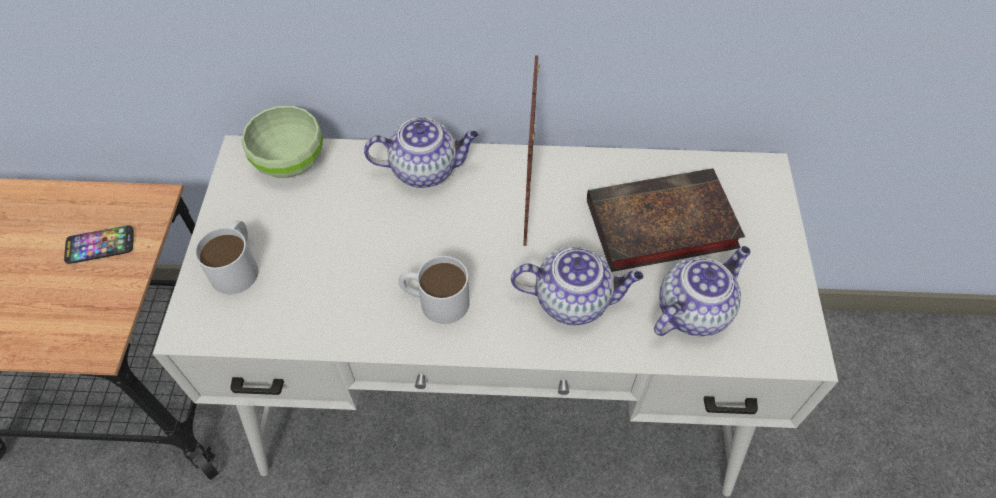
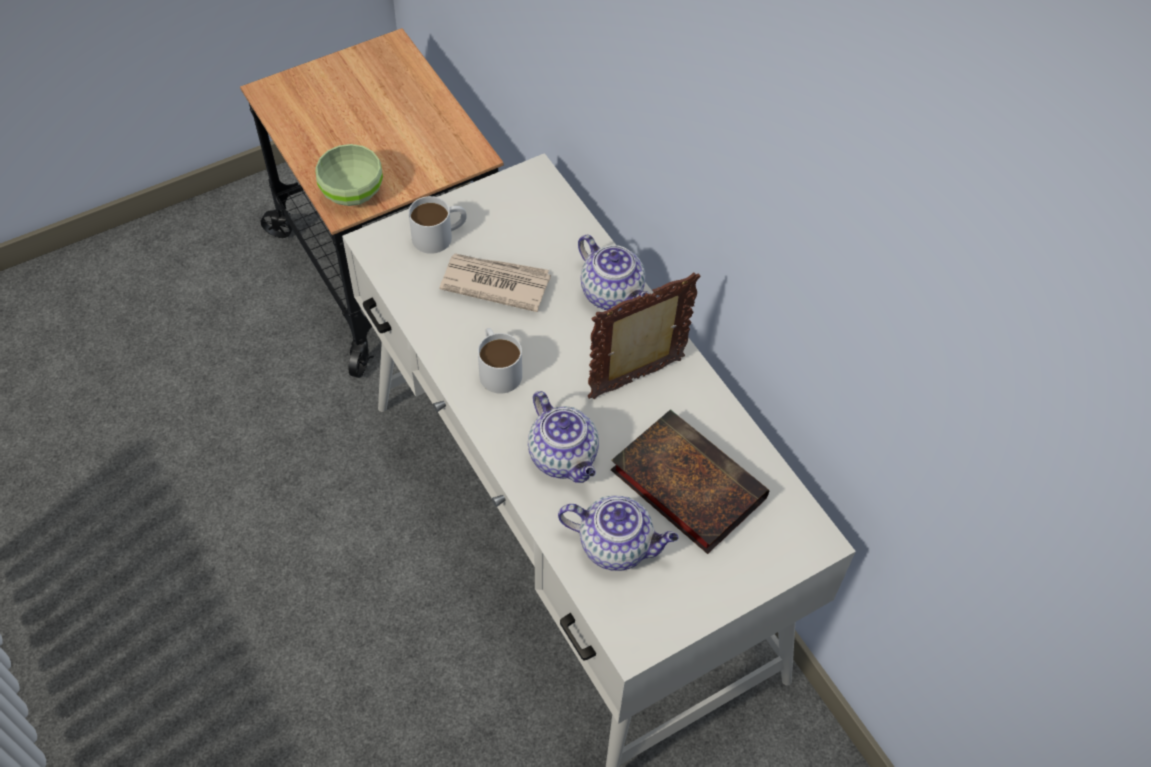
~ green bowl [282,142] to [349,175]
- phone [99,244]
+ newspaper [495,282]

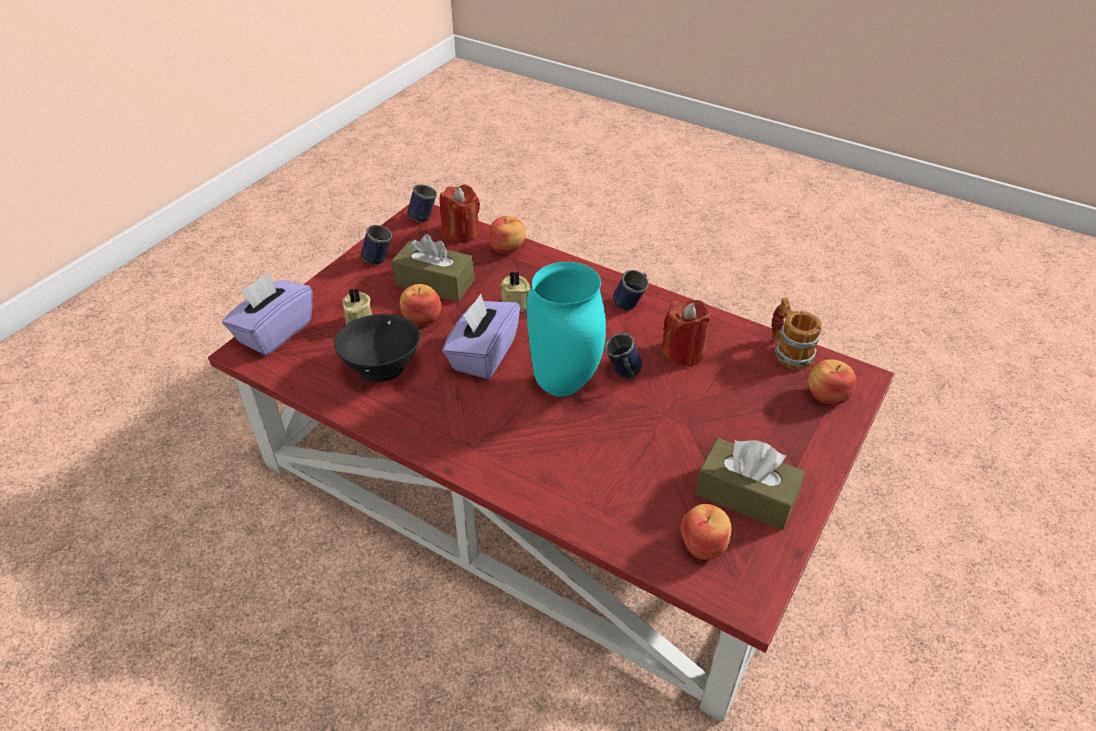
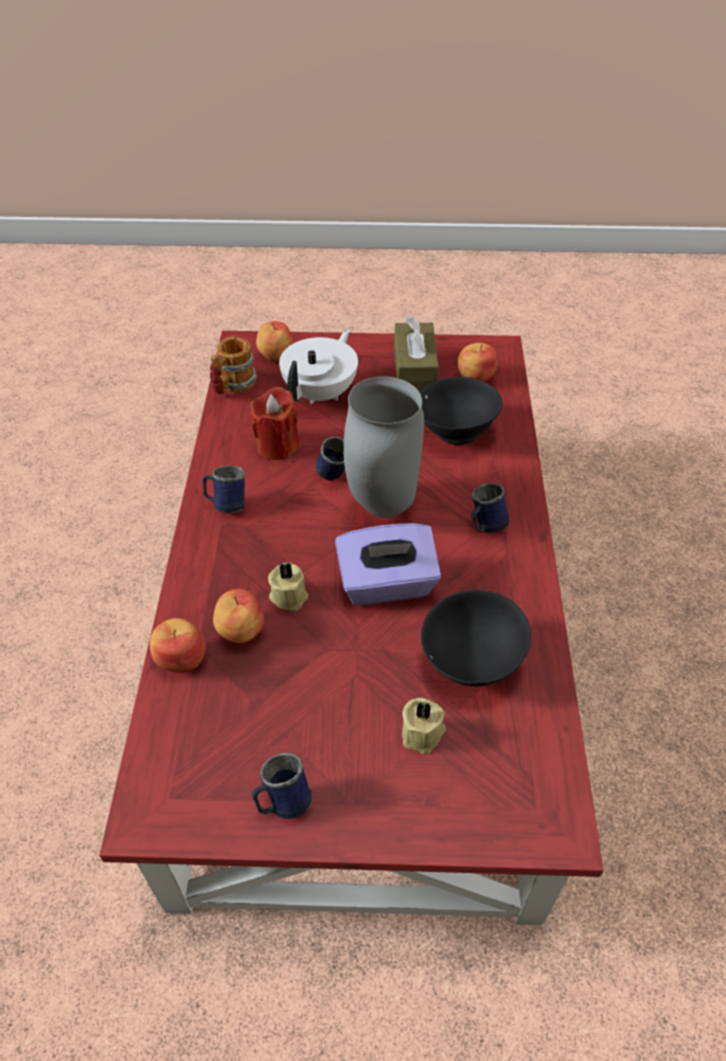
~ blue mug [422,203] to [490,508]
- red candle [460,213]
- brown tissue box [432,268]
~ turquoise vase [566,329] to grey vase [384,446]
- purple tissue box [267,314]
~ apple [420,304] to [238,616]
+ white teapot [318,366]
+ black bowl [461,411]

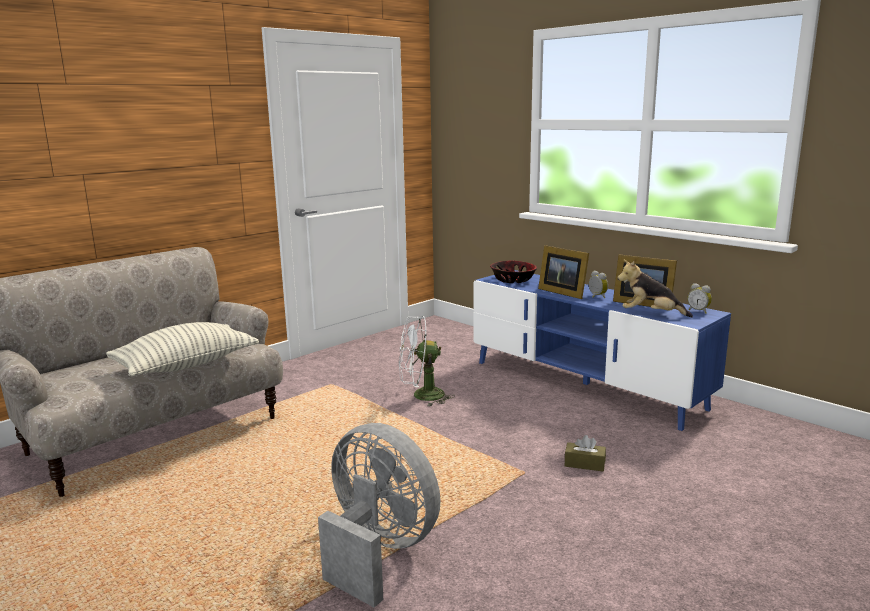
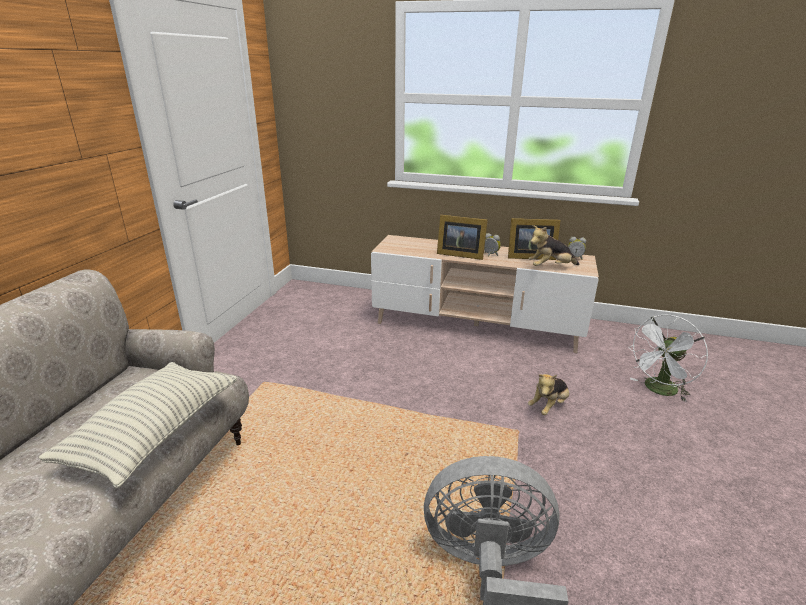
- bowl [513,272]
~ blue tv stand [602,350] to beige tv stand [485,294]
~ white fan [427,361] to [668,358]
~ brown tissue box [585,453] to plush toy [548,394]

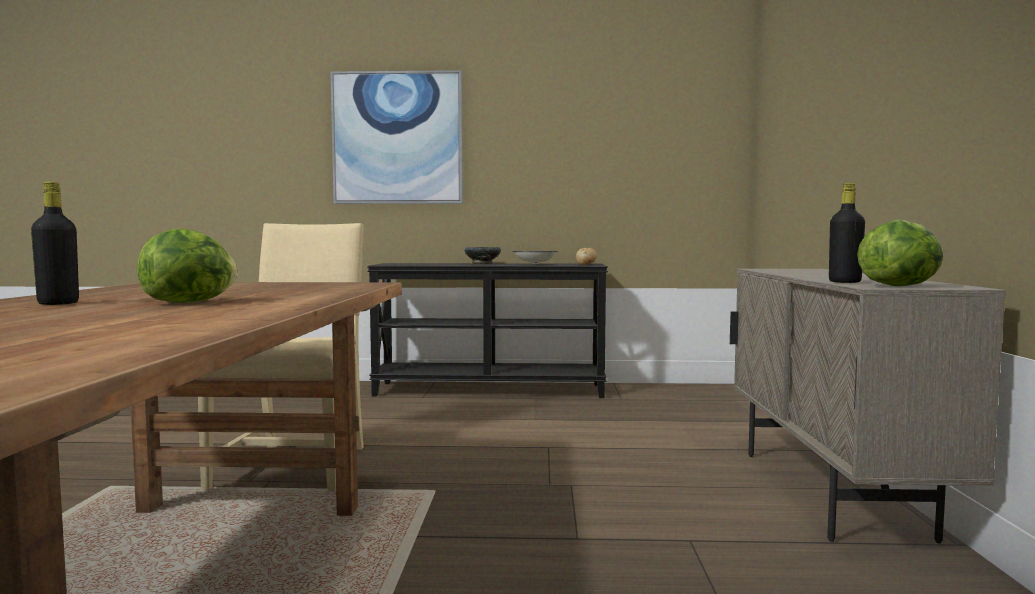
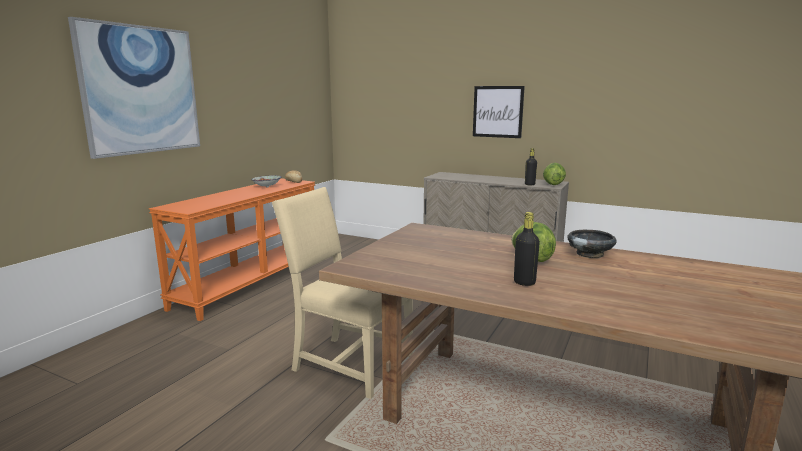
~ black bowl [482,255] to [592,244]
~ black console table [487,330] to orange console table [232,249]
+ picture [499,112]

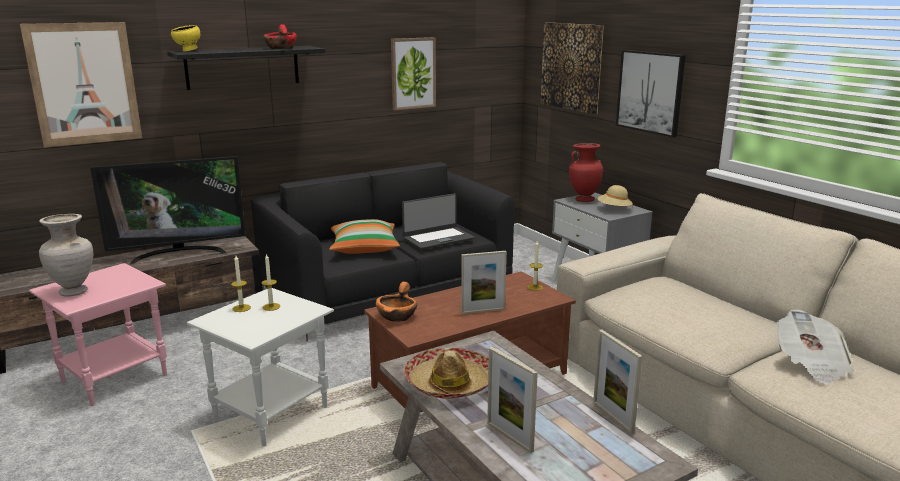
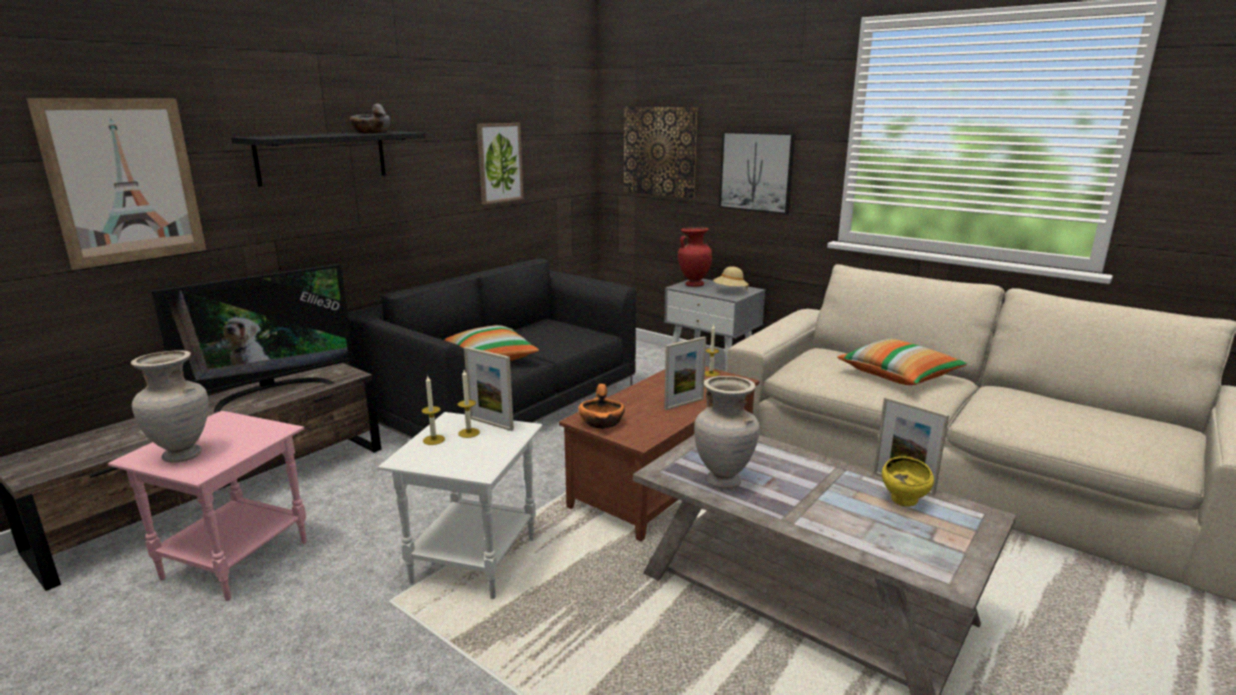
~ red bowl [280,36] to grey bowl [370,118]
~ yellow bowl [185,38] to [908,481]
- laptop [438,221]
- newspaper [815,346]
~ picture frame [512,400] to [489,389]
~ hat [446,373] to beige vase [727,432]
+ pillow [902,362]

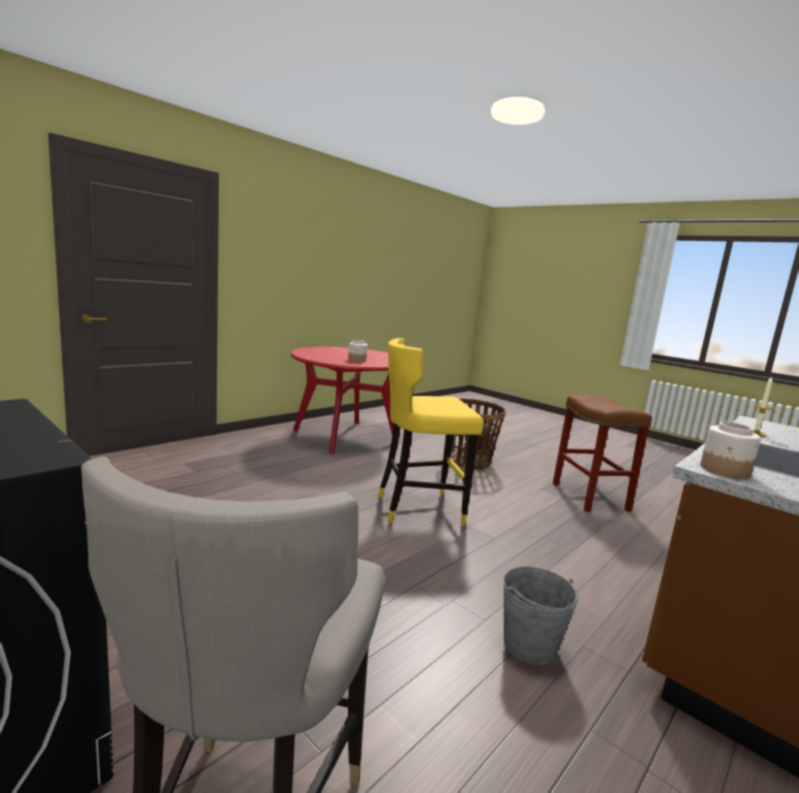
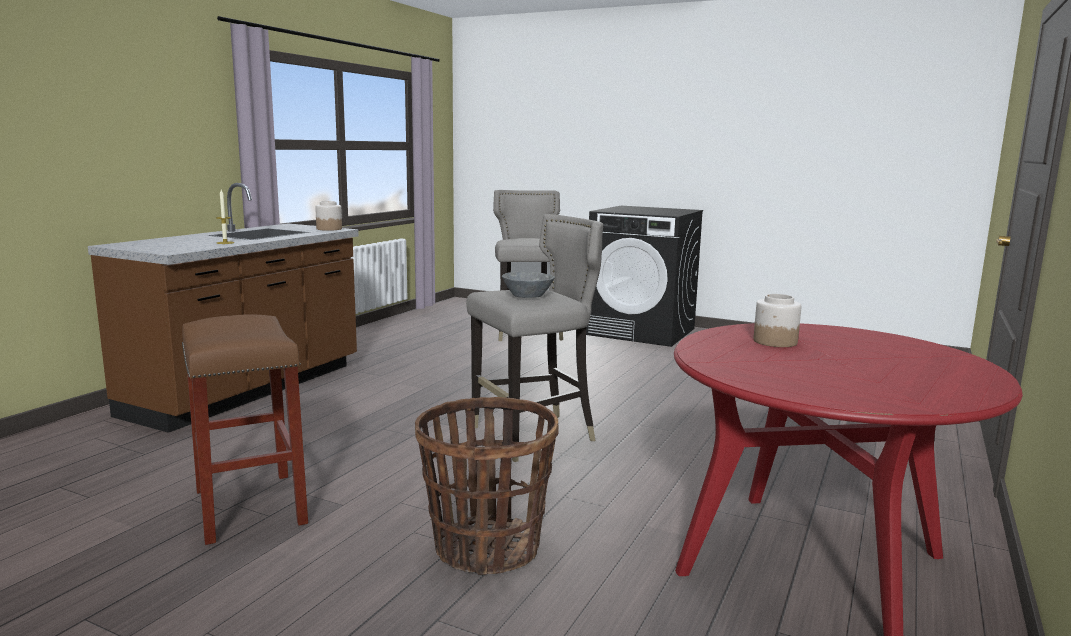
~ yellow stool [431,432] to grey stool [534,338]
- grey bucket [541,615]
+ grey bowl [528,285]

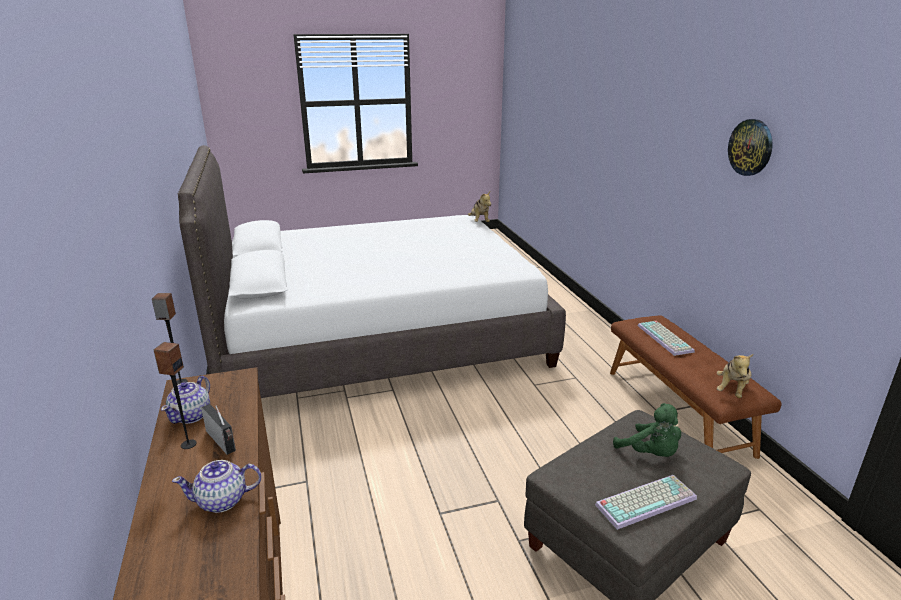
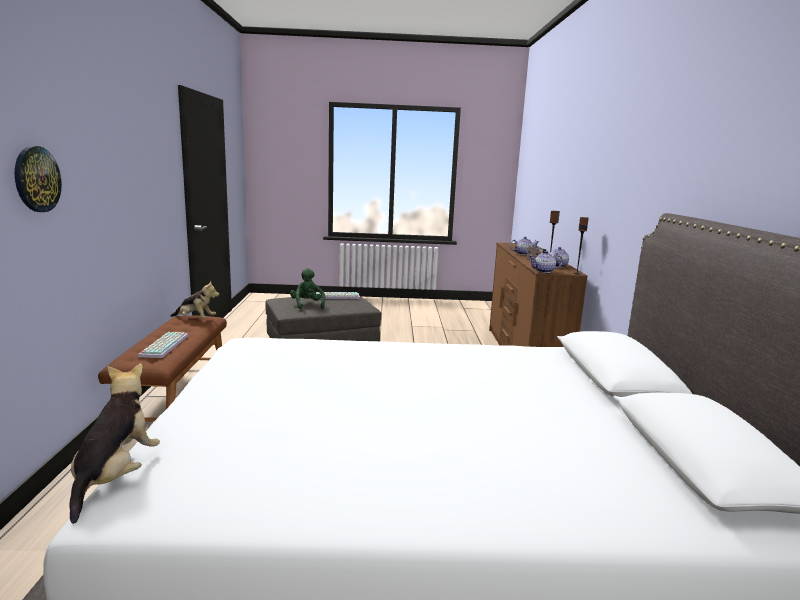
~ wall clock [750,147] to [38,179]
~ plush toy [735,376] = [194,299] 60 degrees clockwise
+ teapot [546,262]

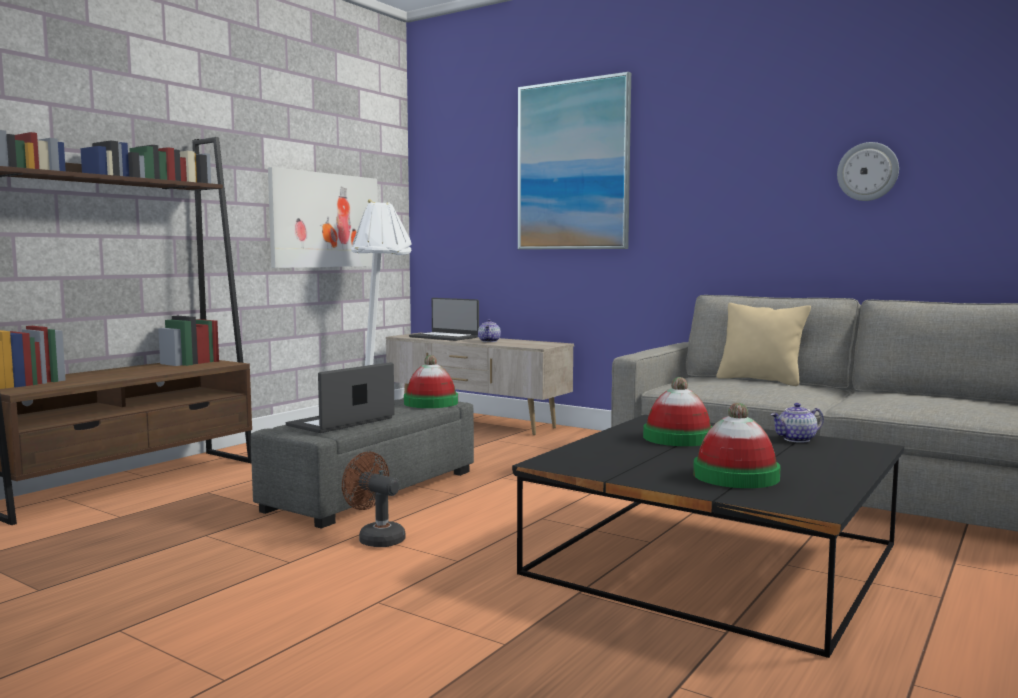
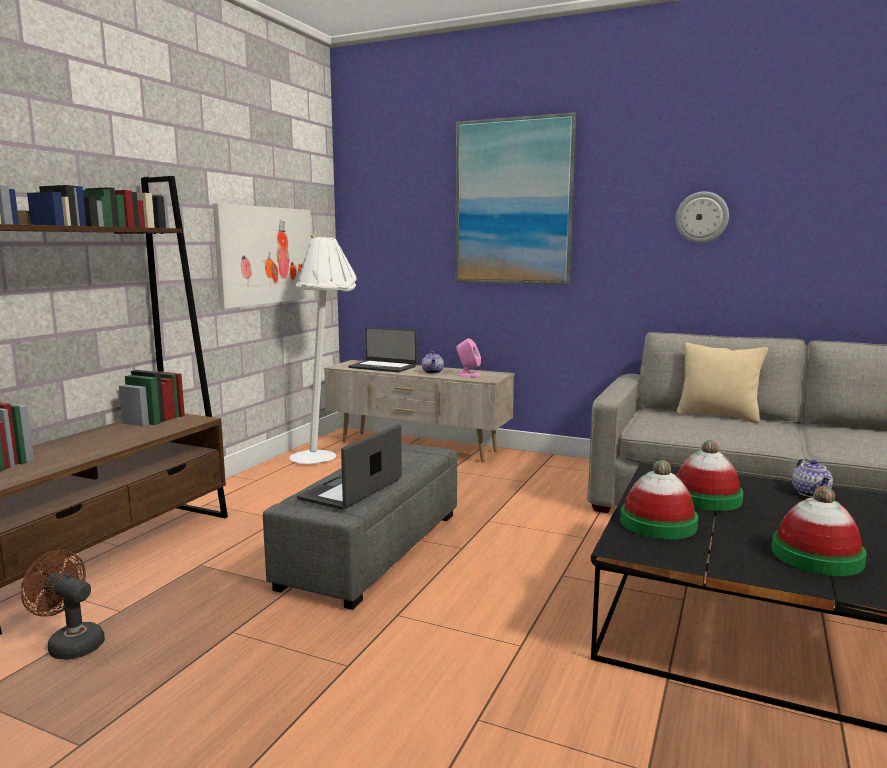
~ wall clock [868,171] to [702,217]
~ hat [431,381] to [659,499]
~ teapot [797,423] = [812,478] 60 degrees counterclockwise
~ brown fan [374,499] to [63,605]
+ pink speaker [468,357]

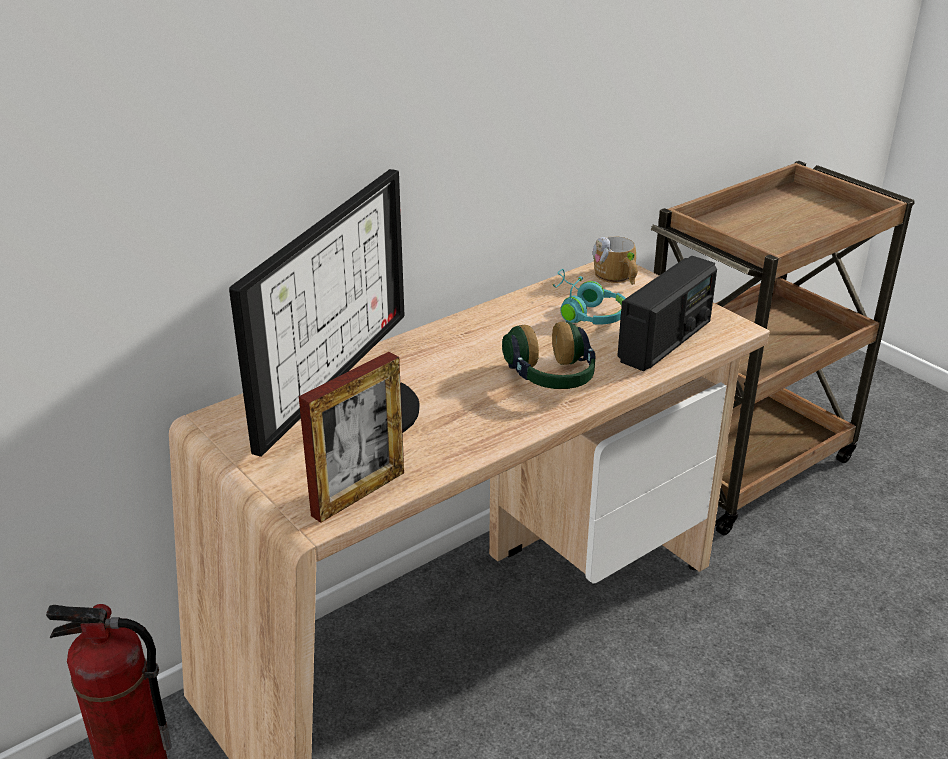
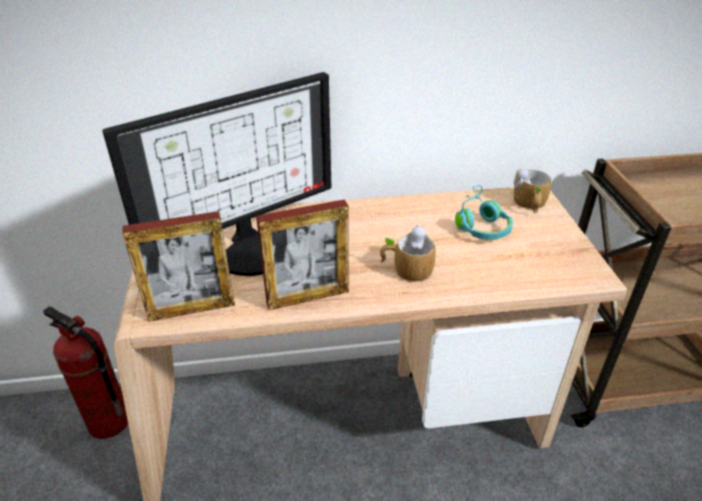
- radio [667,313]
~ headphones [548,355] to mug [408,253]
+ picture frame [302,254]

